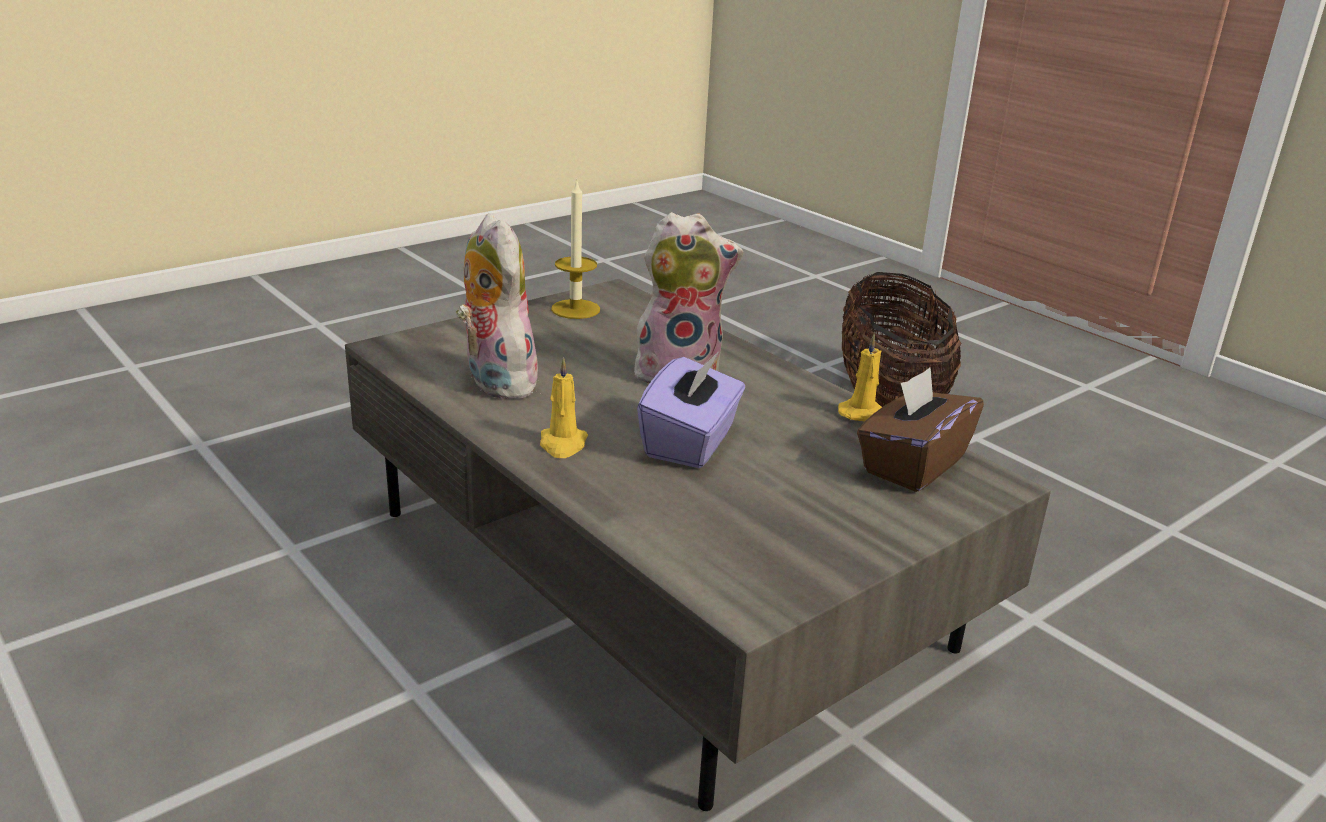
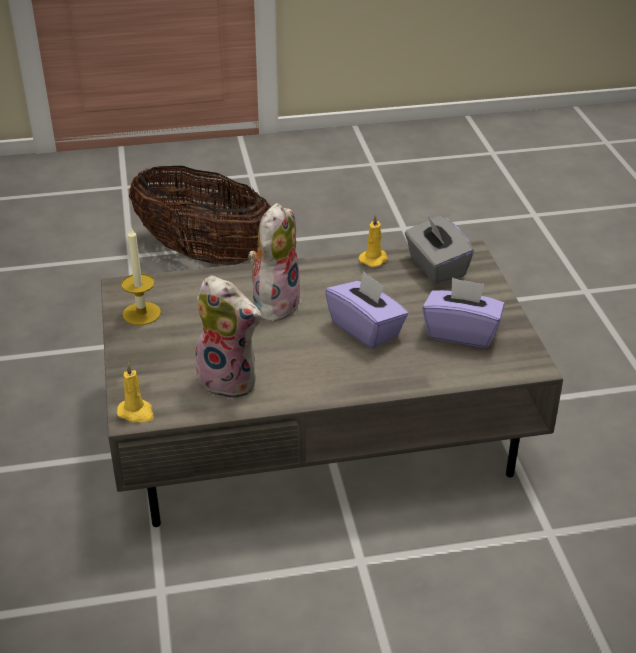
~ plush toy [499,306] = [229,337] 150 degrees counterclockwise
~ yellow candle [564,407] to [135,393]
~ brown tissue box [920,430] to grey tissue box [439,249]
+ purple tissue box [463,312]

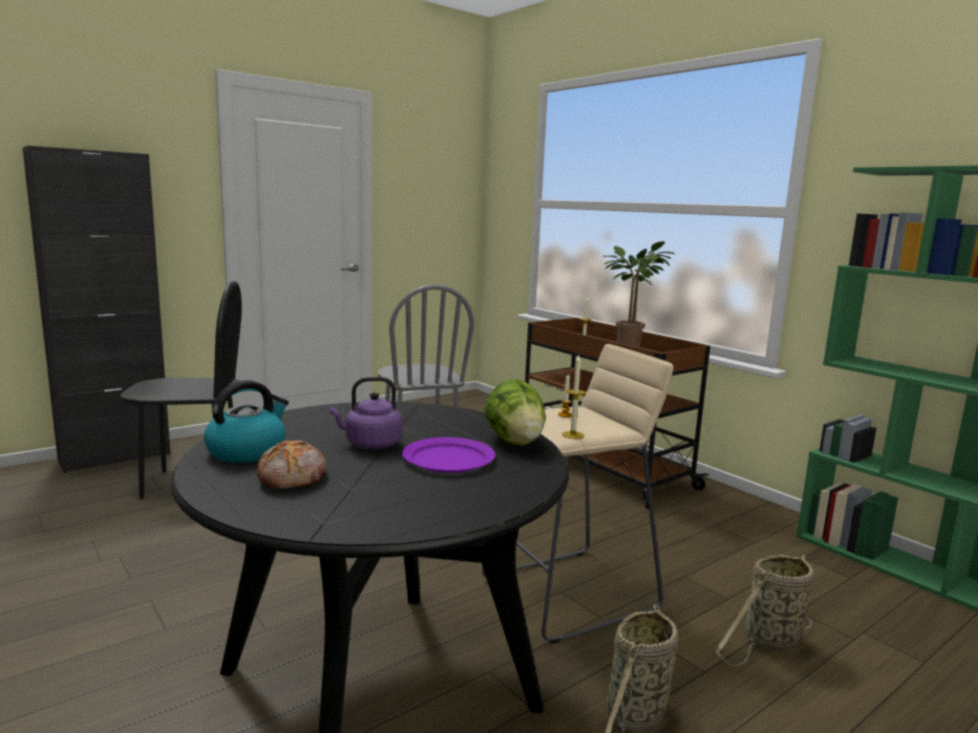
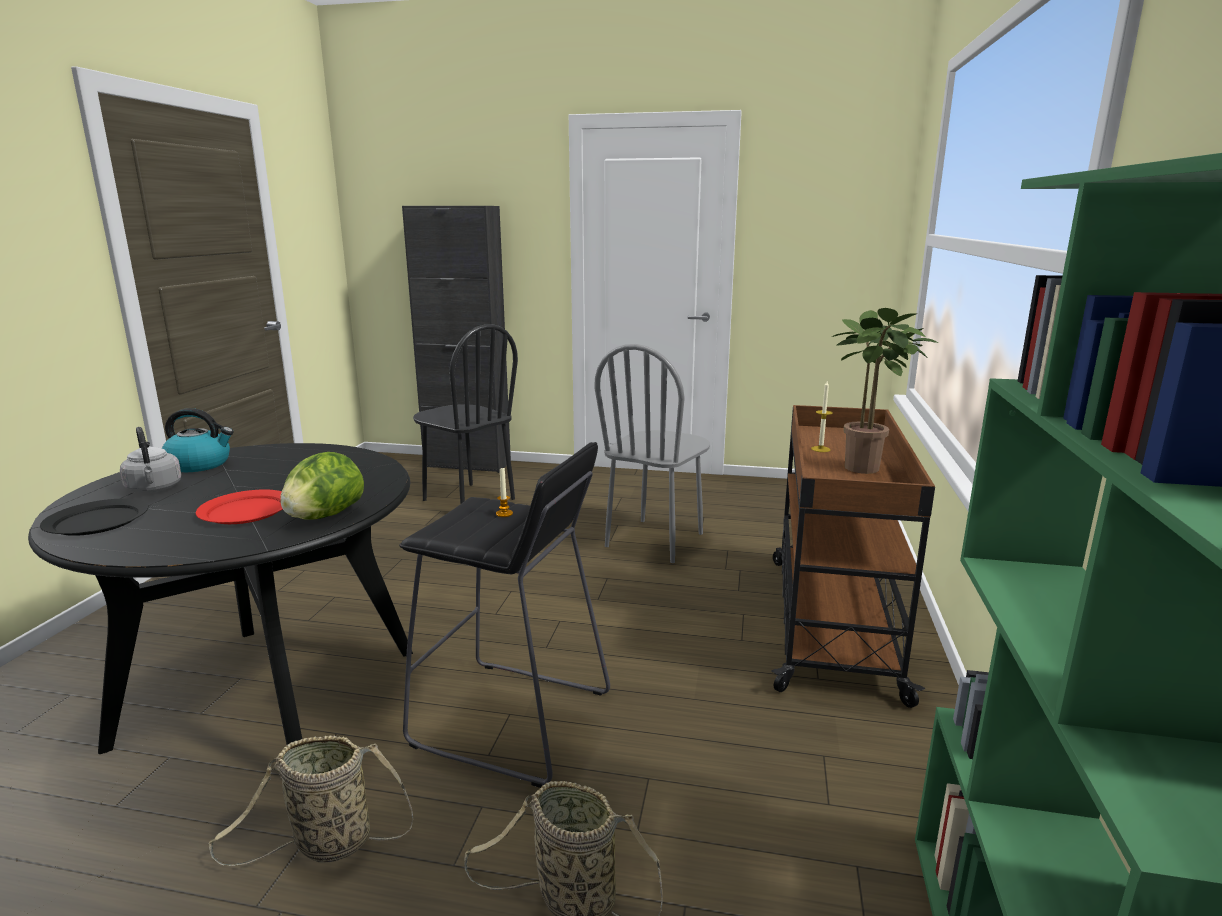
~ beige stool [577,494] to black stool [504,615]
- candle [574,397]
- purple kettle [366,413]
~ purple plate [449,455] to red plate [239,506]
~ bread [292,464] to grey kettle [150,460]
+ black plate [94,517]

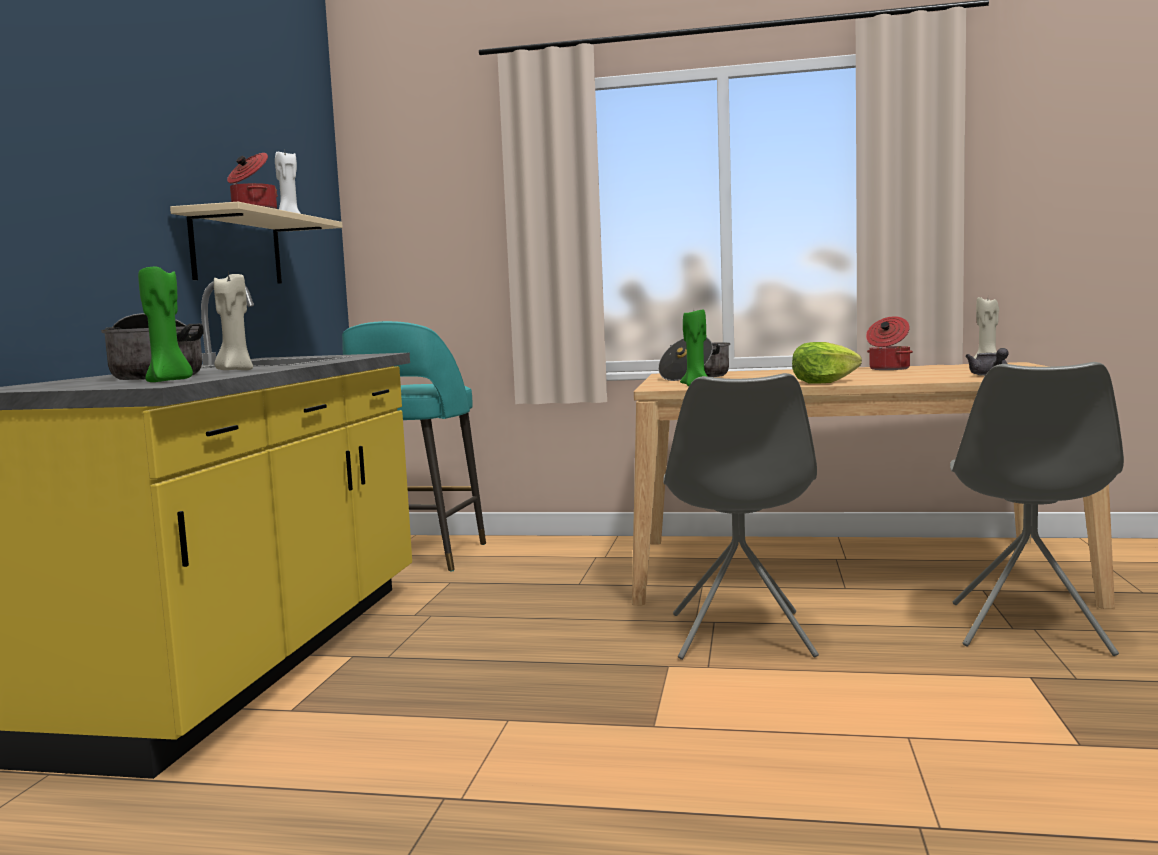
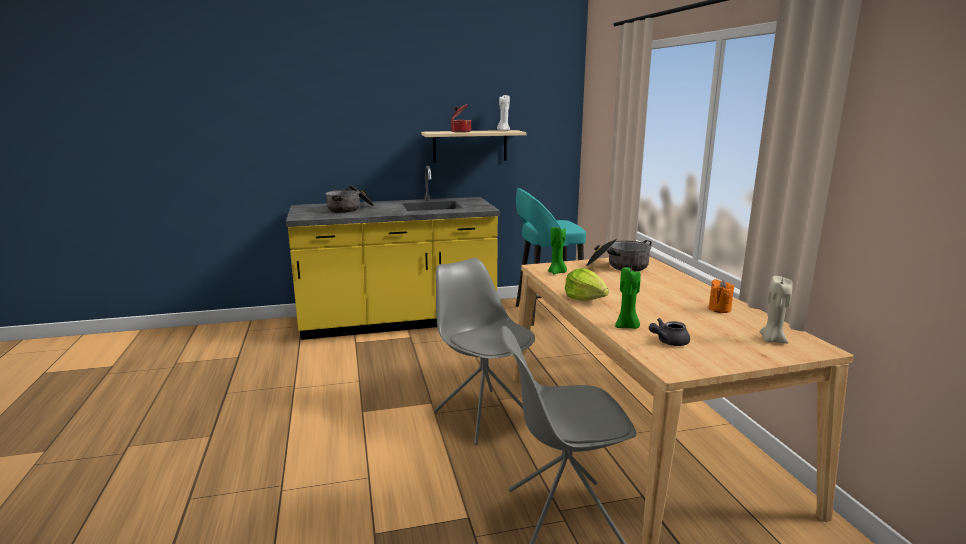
~ green candle [165,323] to [628,297]
- beige candle [233,321]
~ cooking pot [889,343] to orange candle [721,296]
~ grey chair [741,516] = [484,351] 75 degrees clockwise

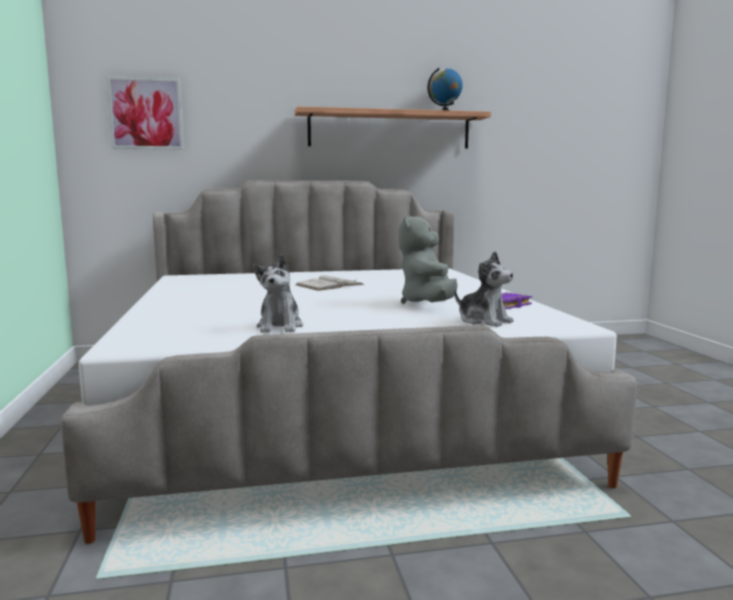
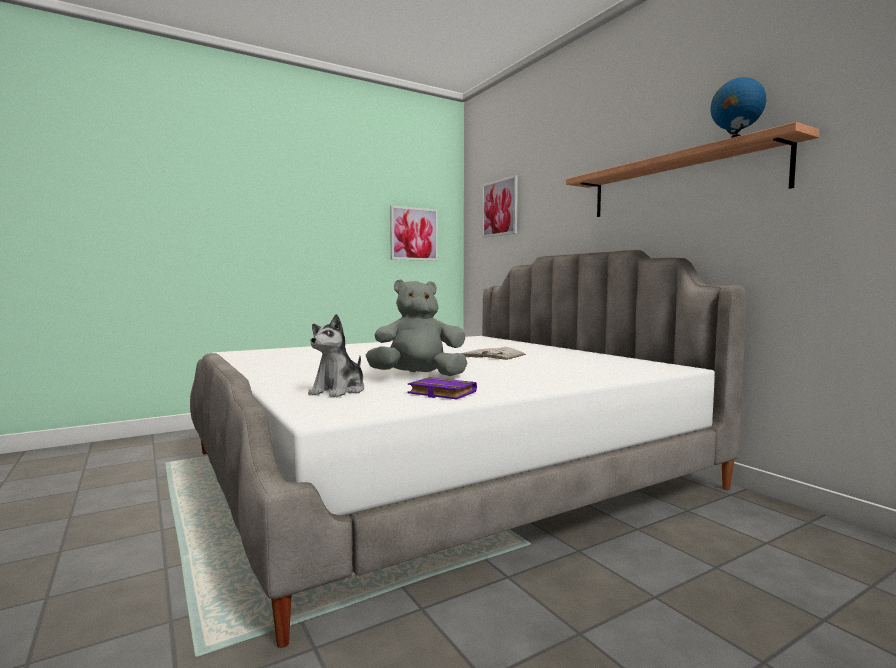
- plush toy [278,293]
+ picture [414,233]

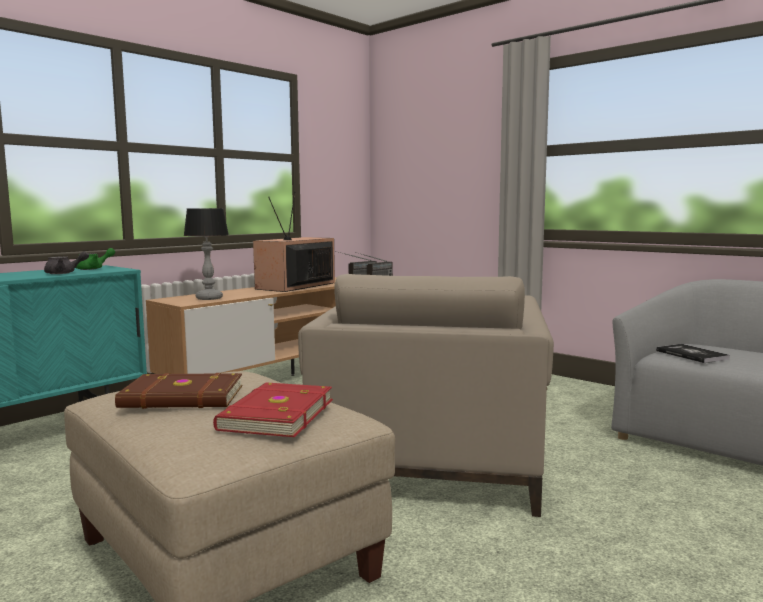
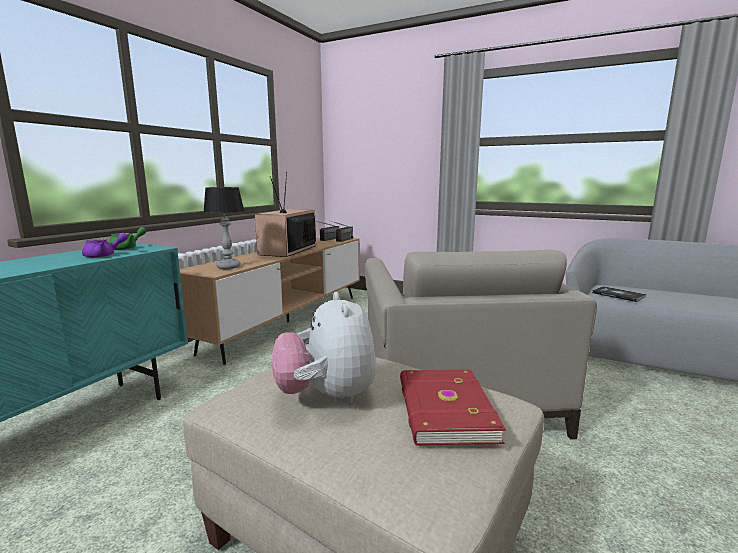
~ grey teapot [66,262] to purple teapot [105,245]
~ brown book [179,391] to plush toy [324,348]

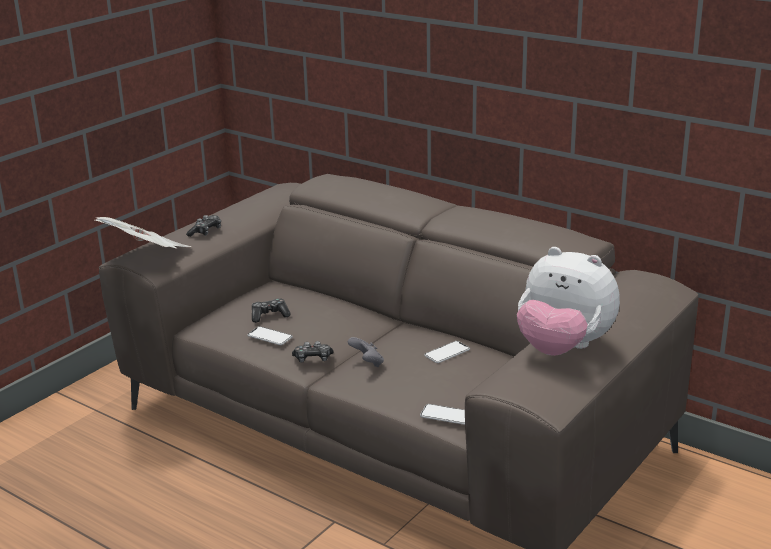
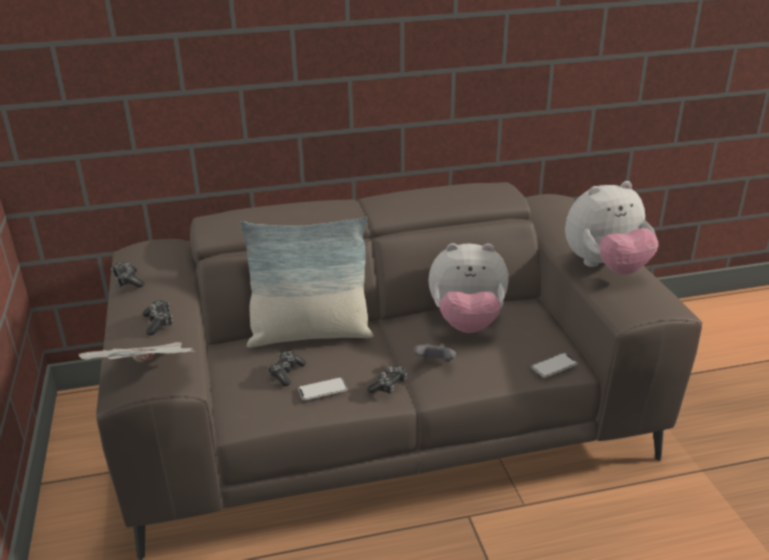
~ phone [447,352] to plush toy [468,288]
+ pillow [307,282]
+ game controller [127,275]

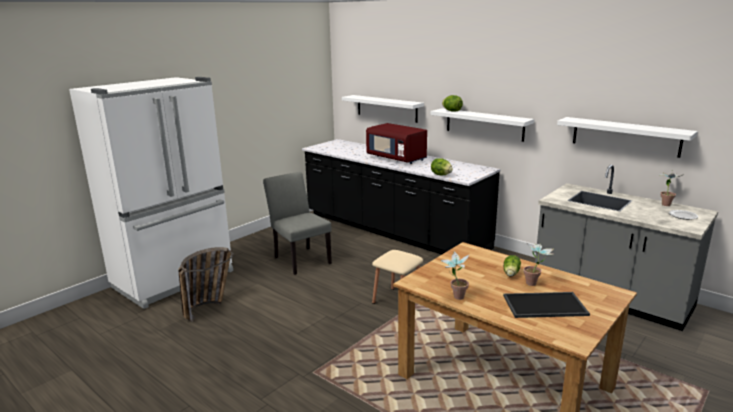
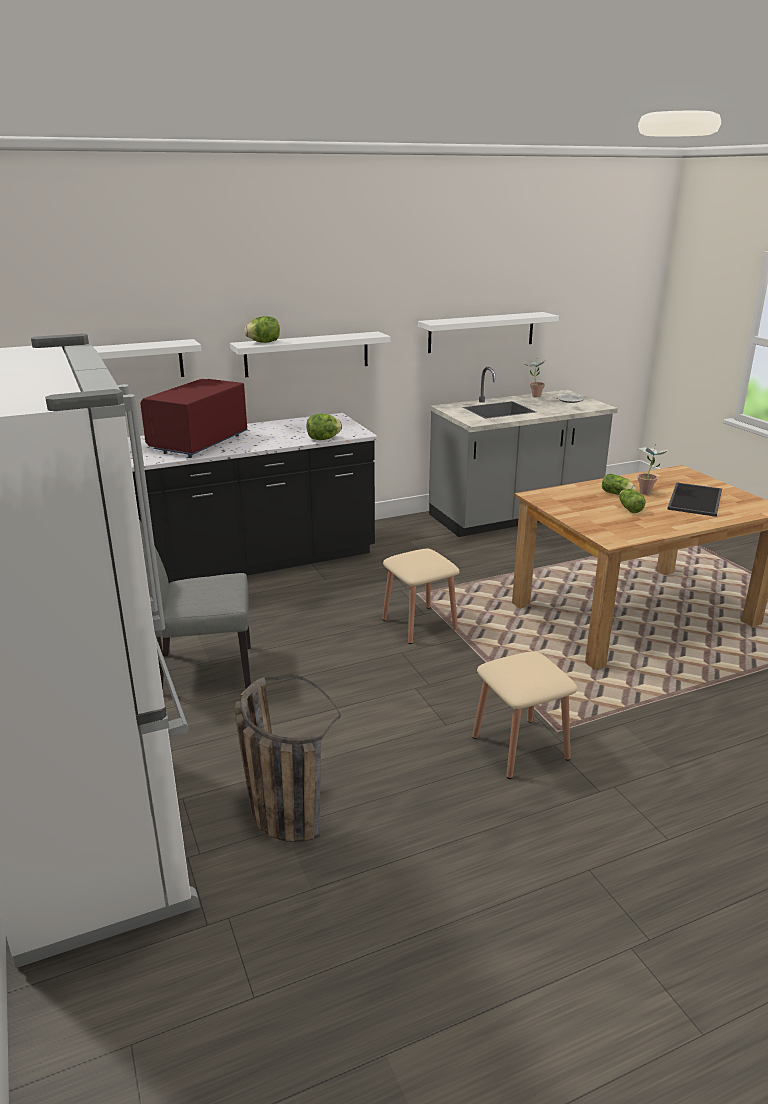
~ red microwave [396,143] = [193,418] 135 degrees clockwise
- potted plant [454,275]
+ lettuce [632,501]
+ beige stool [525,715]

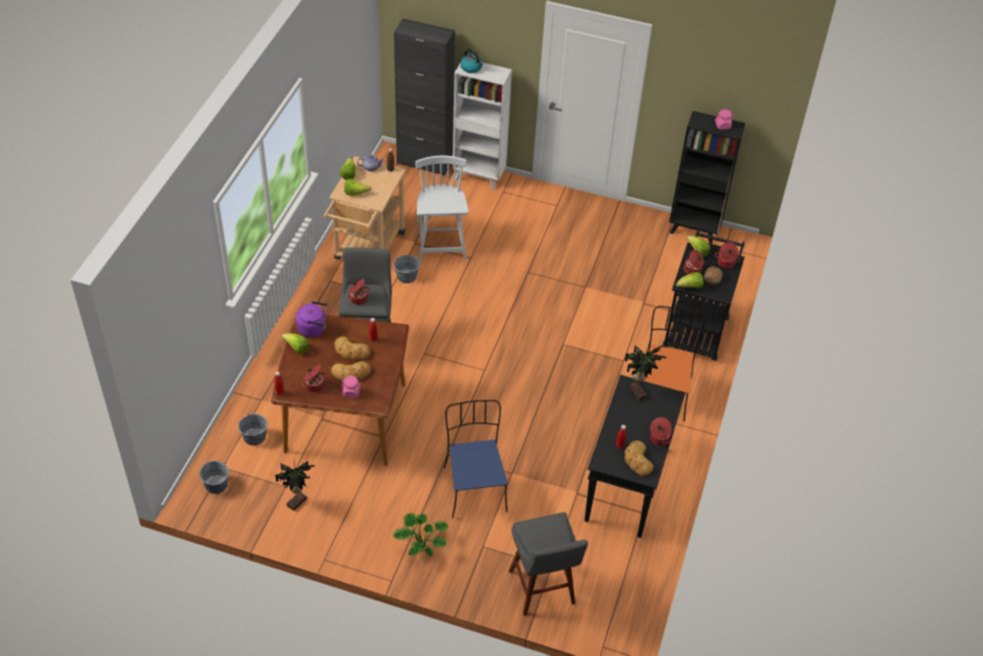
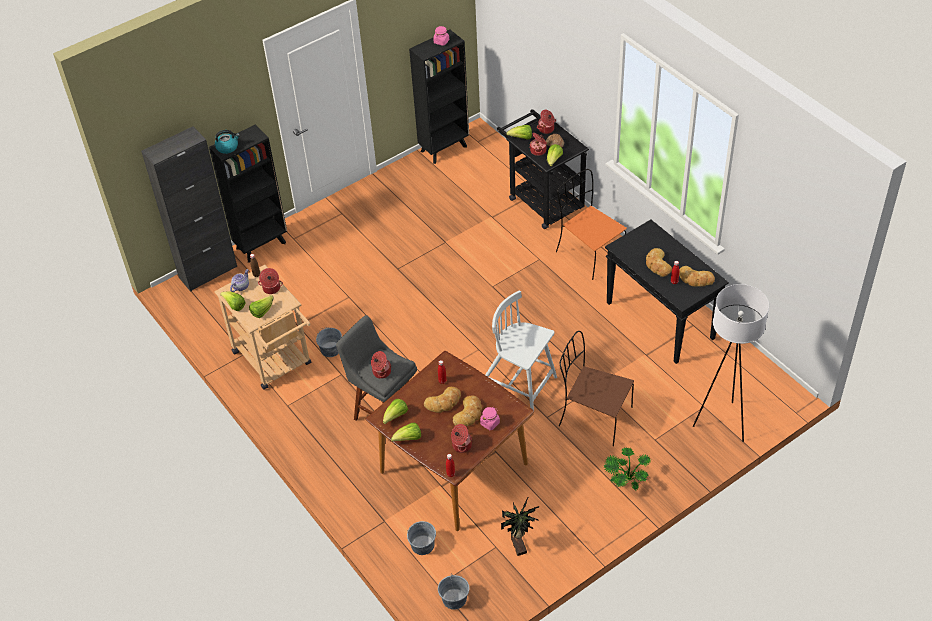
~ white bookcase [482,126] to black bookcase [248,194]
~ white chair [442,209] to [521,350]
~ purple kettle [312,319] to lettuce [395,411]
- potted plant [645,370]
~ blue chair [476,459] to brown chair [596,388]
~ cooking pot [661,431] to [270,281]
~ grey stool [548,564] to white floor lamp [731,363]
+ bread [659,262]

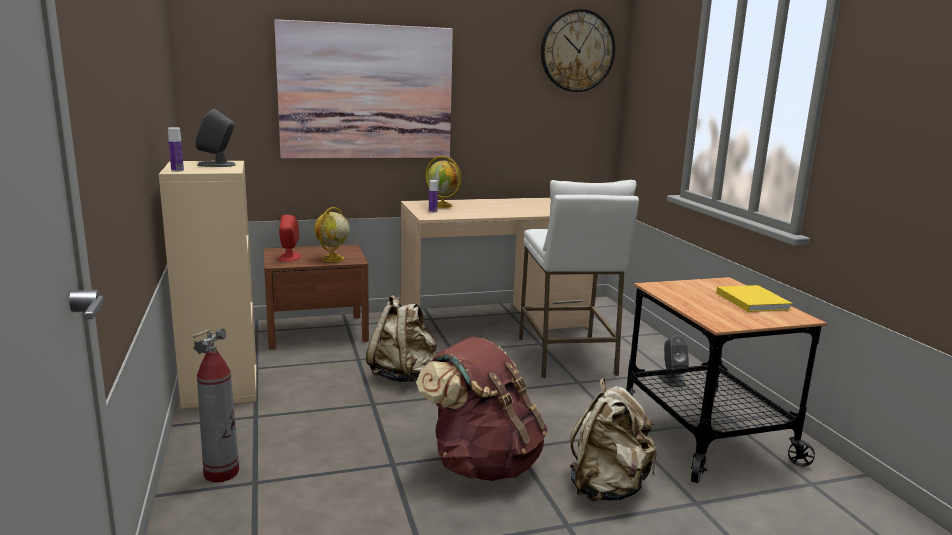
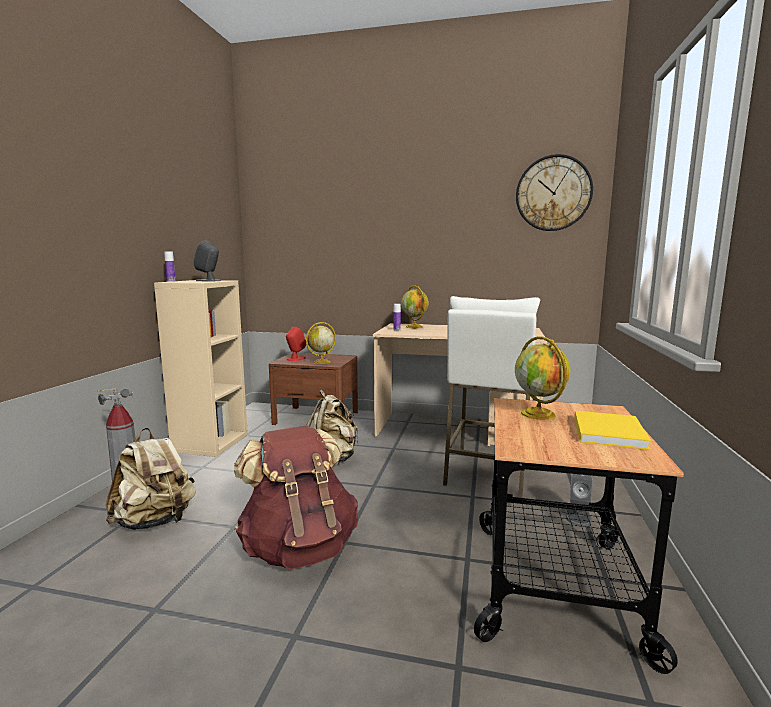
- picture [363,89]
~ beige backpack [613,439] to [151,479]
+ globe [542,378]

